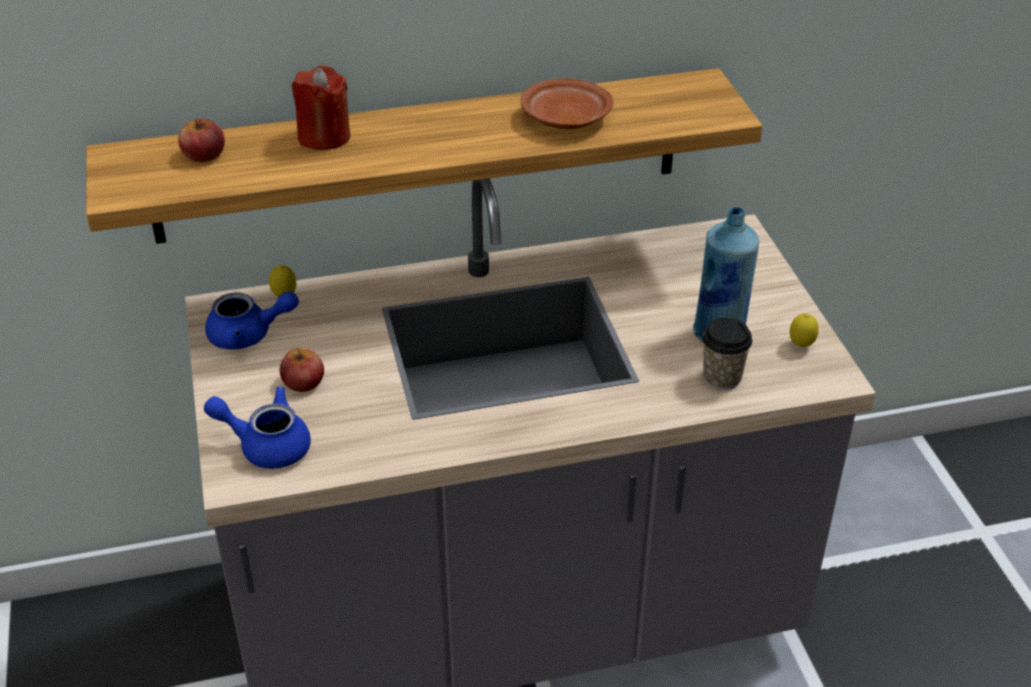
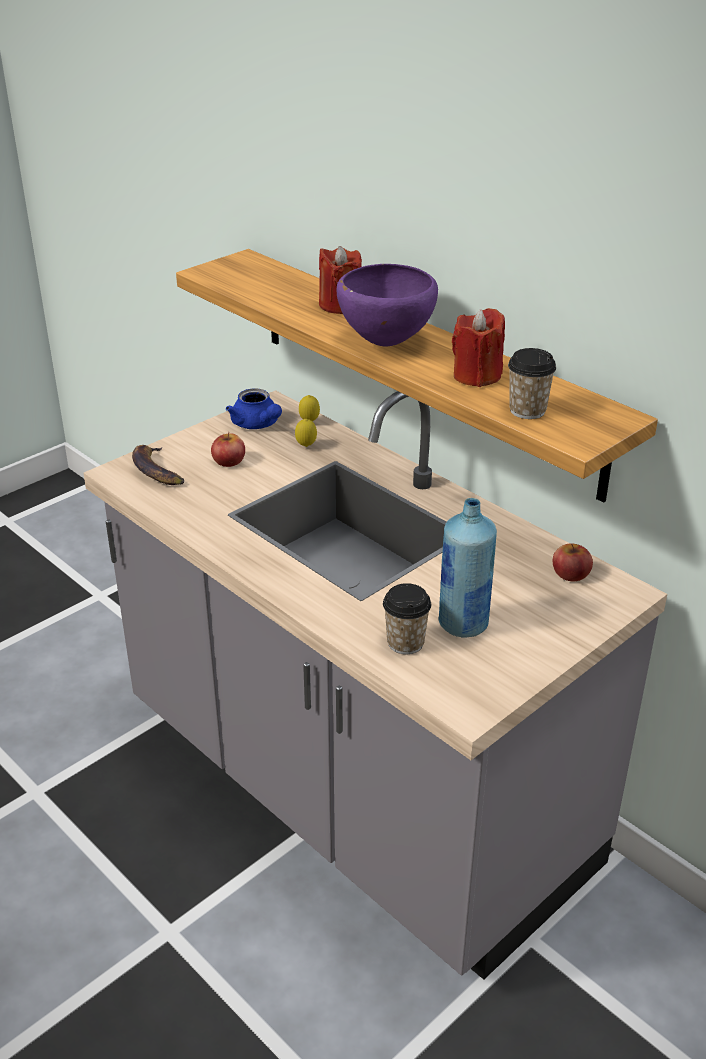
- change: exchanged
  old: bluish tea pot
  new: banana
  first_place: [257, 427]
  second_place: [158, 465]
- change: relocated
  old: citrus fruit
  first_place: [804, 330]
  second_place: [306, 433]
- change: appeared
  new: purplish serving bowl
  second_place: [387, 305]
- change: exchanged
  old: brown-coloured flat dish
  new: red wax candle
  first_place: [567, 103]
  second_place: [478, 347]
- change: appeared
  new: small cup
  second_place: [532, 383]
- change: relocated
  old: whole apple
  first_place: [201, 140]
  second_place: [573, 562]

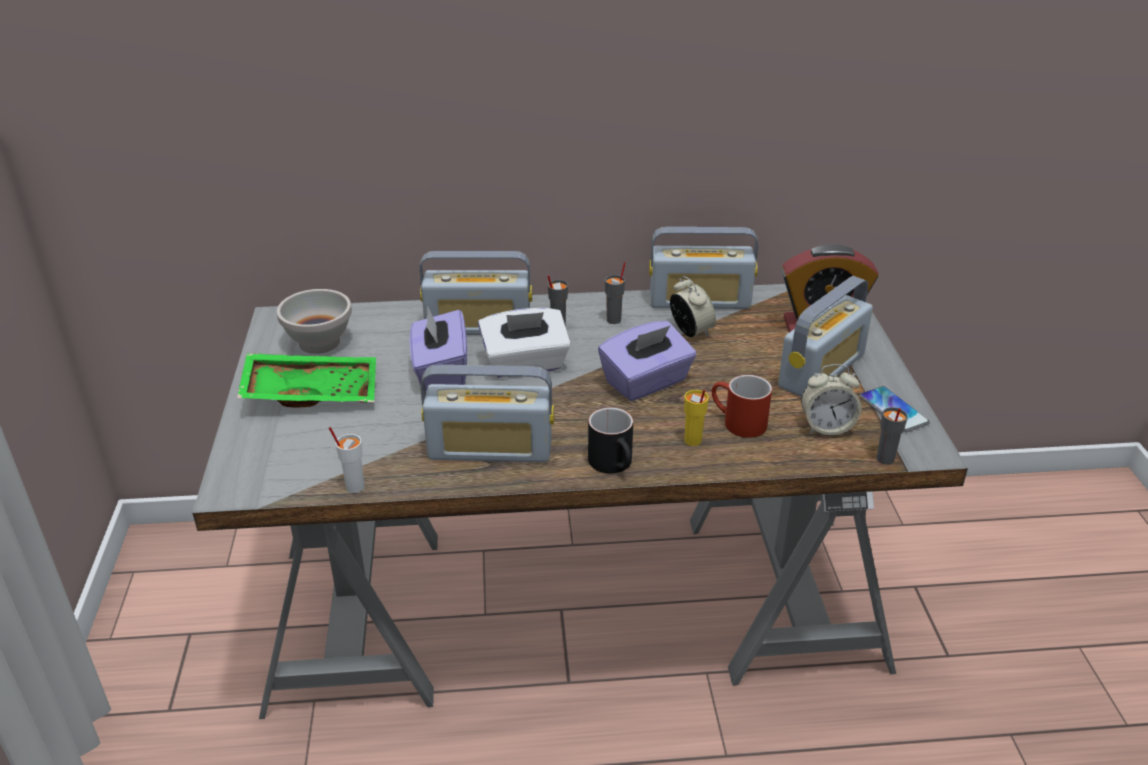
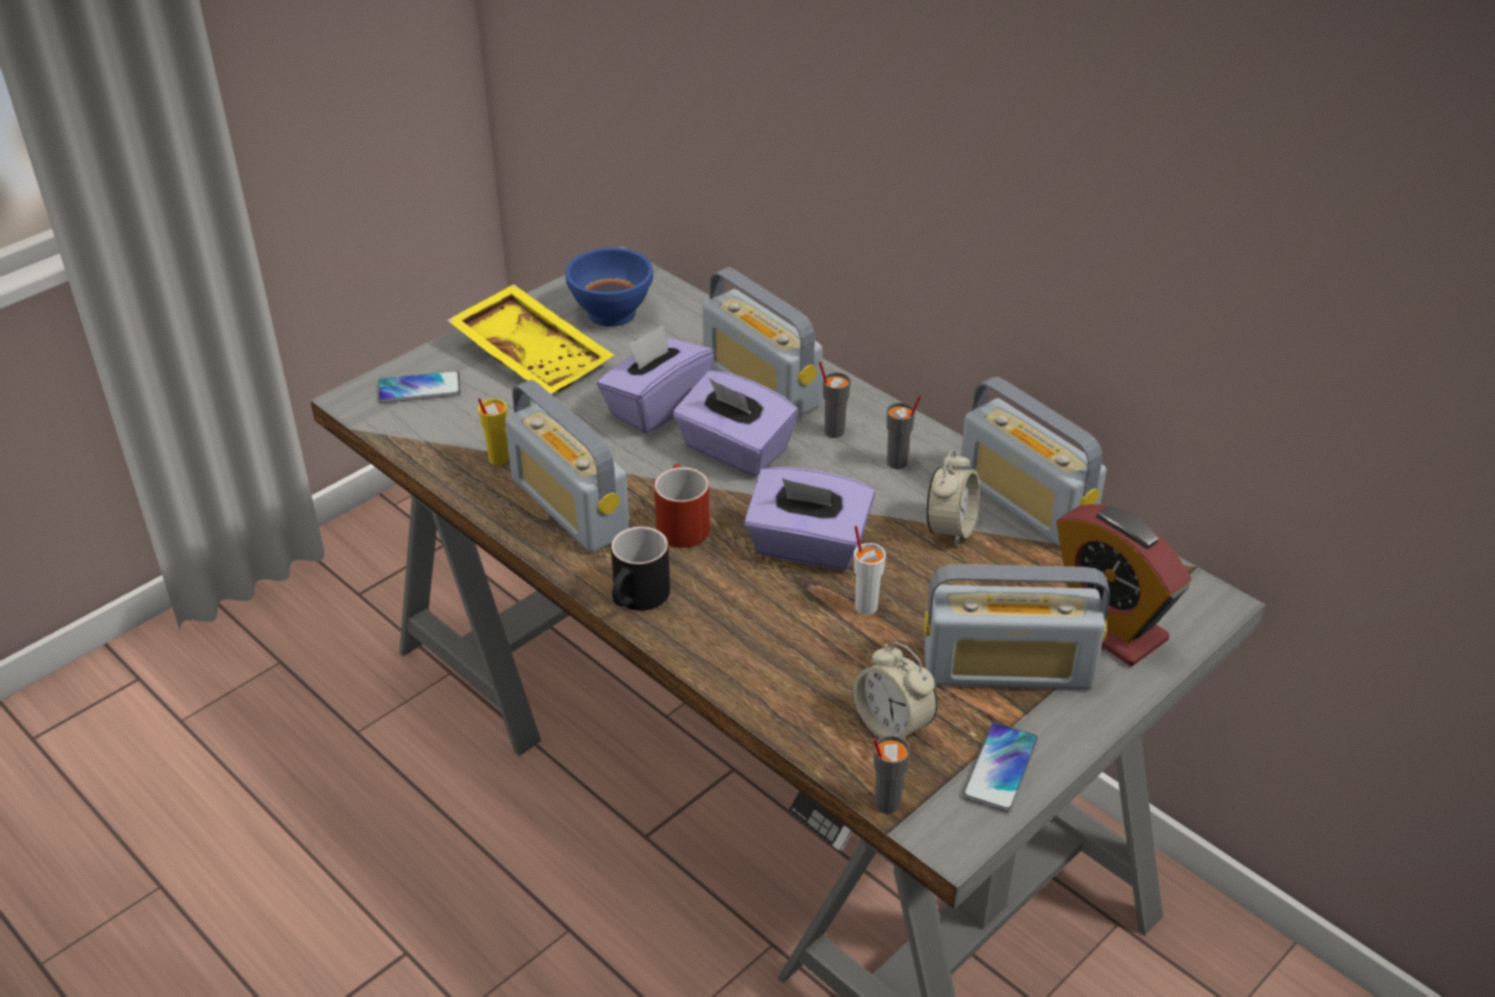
- change: appeared
  new: handset
  second_place: [419, 387]
- change: colour
  old: green-coloured tray
  new: yellow-coloured tray
  first_place: [306, 380]
  second_place: [530, 339]
- change: relocated
  old: yellow-coloured small cup
  first_place: [696, 417]
  second_place: [493, 431]
- change: colour
  old: white-coloured serving bowl
  new: bluish serving bowl
  first_place: [314, 321]
  second_place: [609, 287]
- change: relocated
  old: red coffee mug
  first_place: [742, 406]
  second_place: [682, 506]
- change: colour
  old: white-coloured tissue box
  new: purplish tissue box
  first_place: [524, 343]
  second_place: [735, 423]
- change: relocated
  old: white-coloured small cup
  first_place: [346, 460]
  second_place: [870, 570]

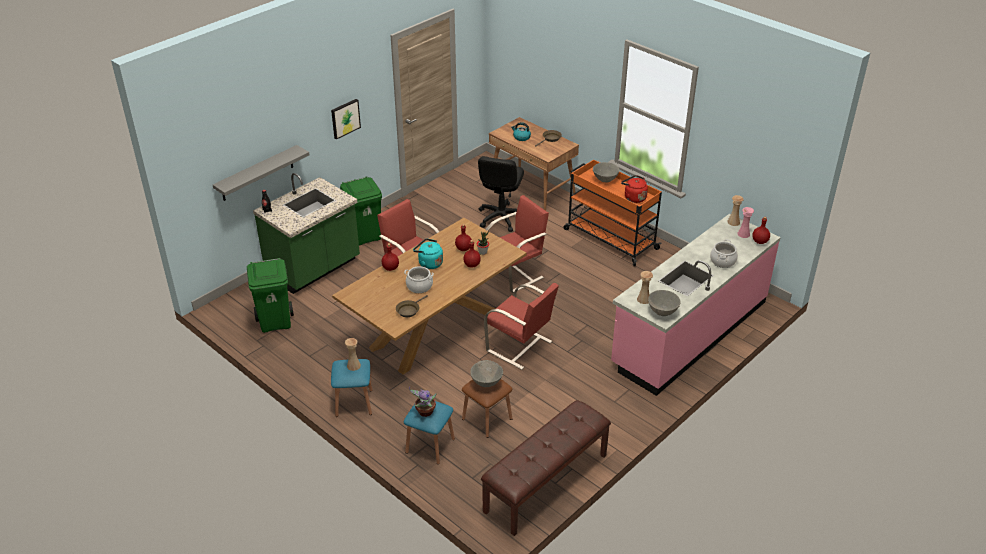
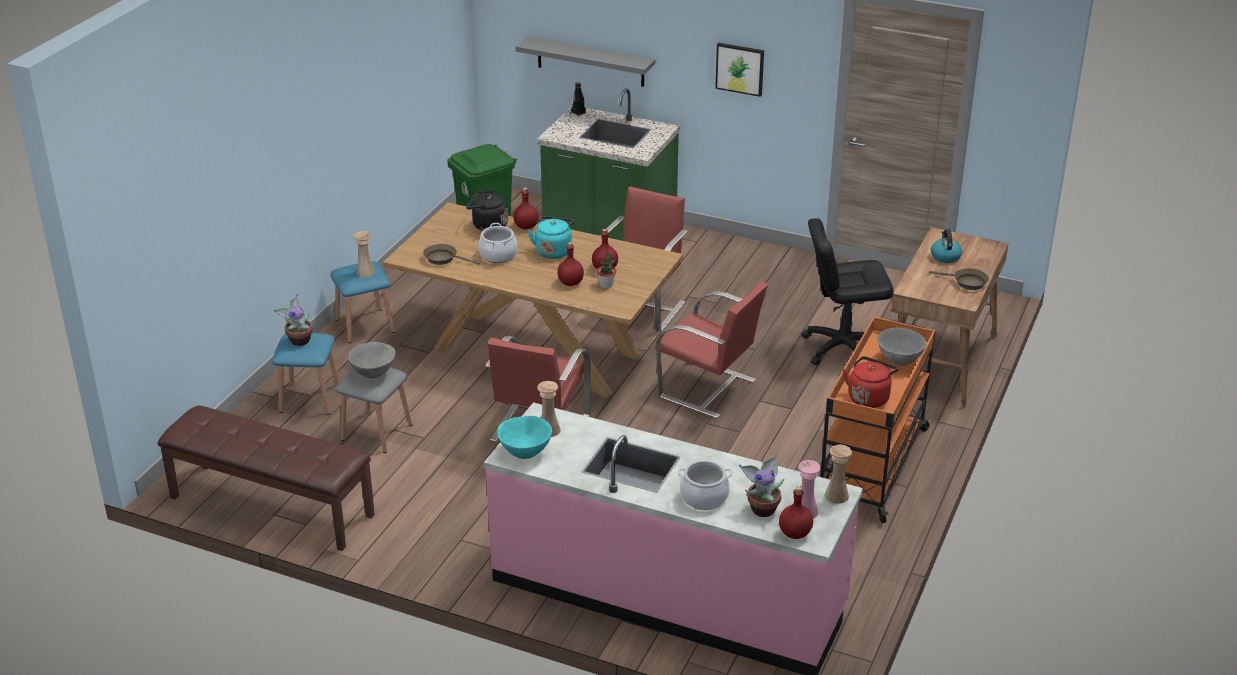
- change: colour
  old: brown-coloured sitting stool
  new: gray sitting stool
  first_place: [487, 408]
  second_place: [374, 410]
- change: appeared
  new: blackish tea kettle
  second_place: [487, 210]
- change: colour
  old: gray serving bowl
  new: blue-green serving bowl
  first_place: [664, 303]
  second_place: [525, 437]
- change: appeared
  new: plant in a pot
  second_place: [761, 485]
- change: missing
  old: green-coloured waste bin
  first_place: [361, 211]

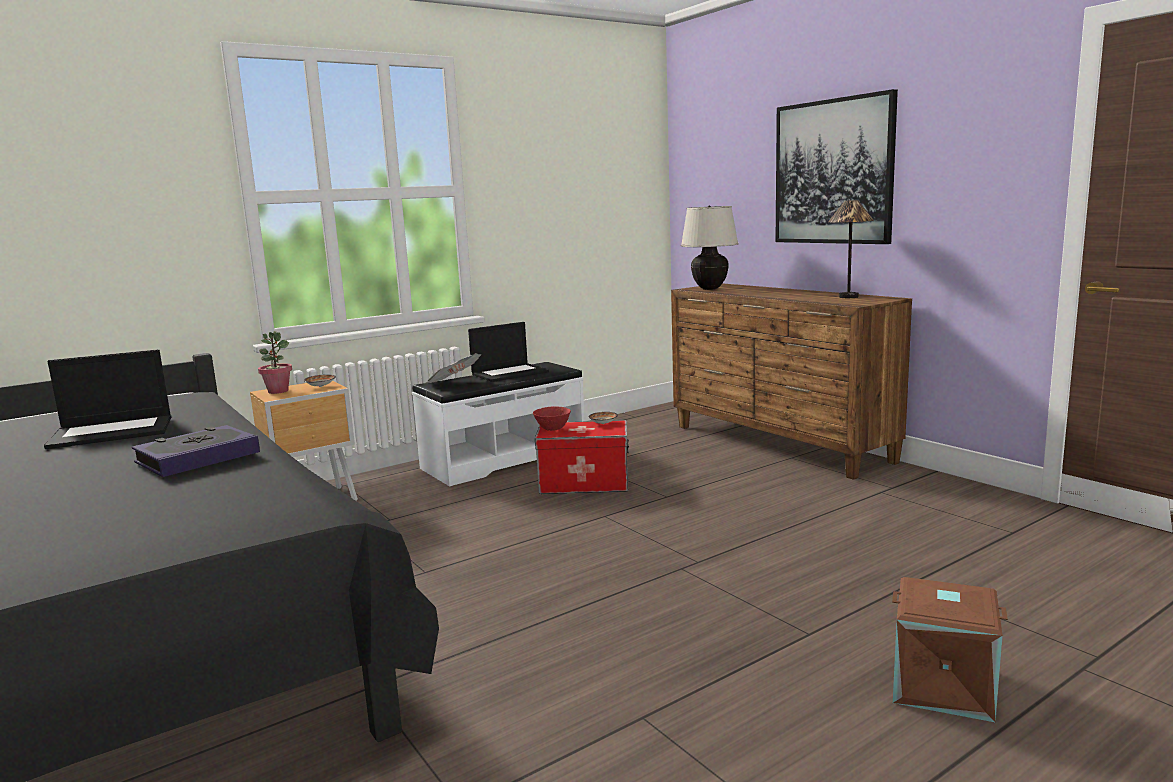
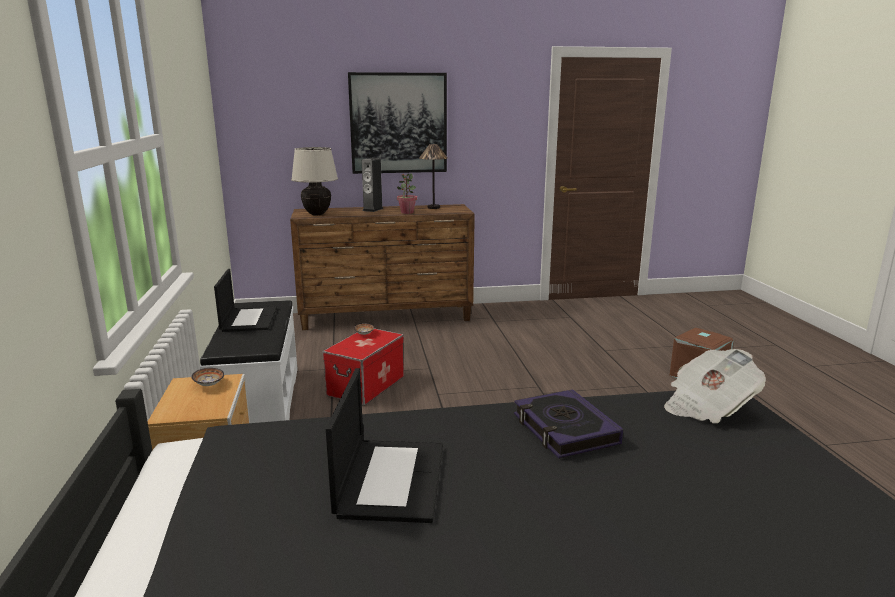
- change: appeared
  new: speaker
  second_place: [373, 185]
- change: relocated
  old: plant in a pot
  first_place: [275, 362]
  second_place: [407, 194]
- change: relocated
  old: daily paper
  first_place: [453, 368]
  second_place: [715, 386]
- change: missing
  old: red serving bowl
  first_place: [552, 418]

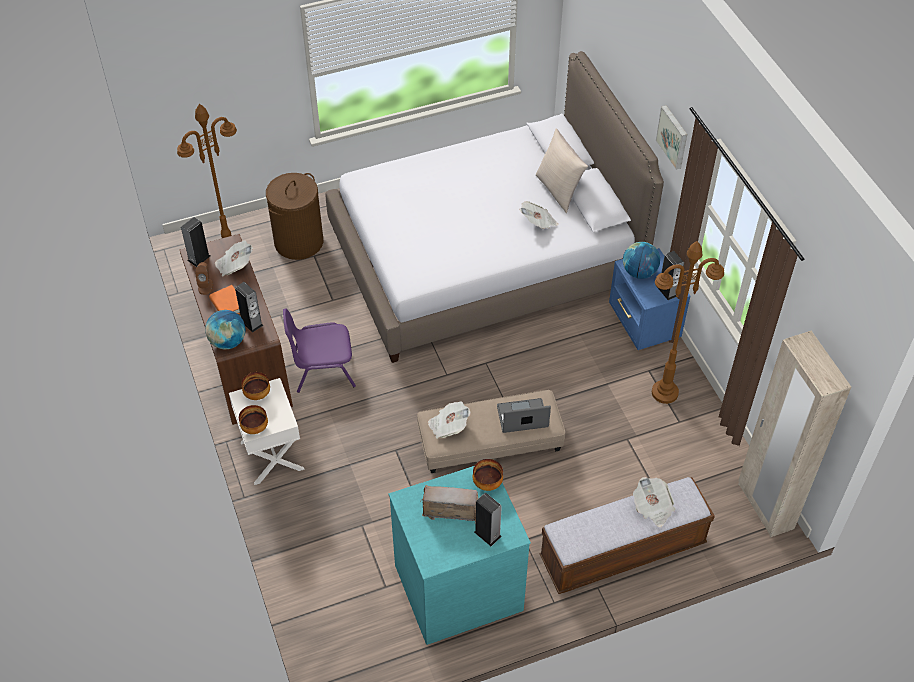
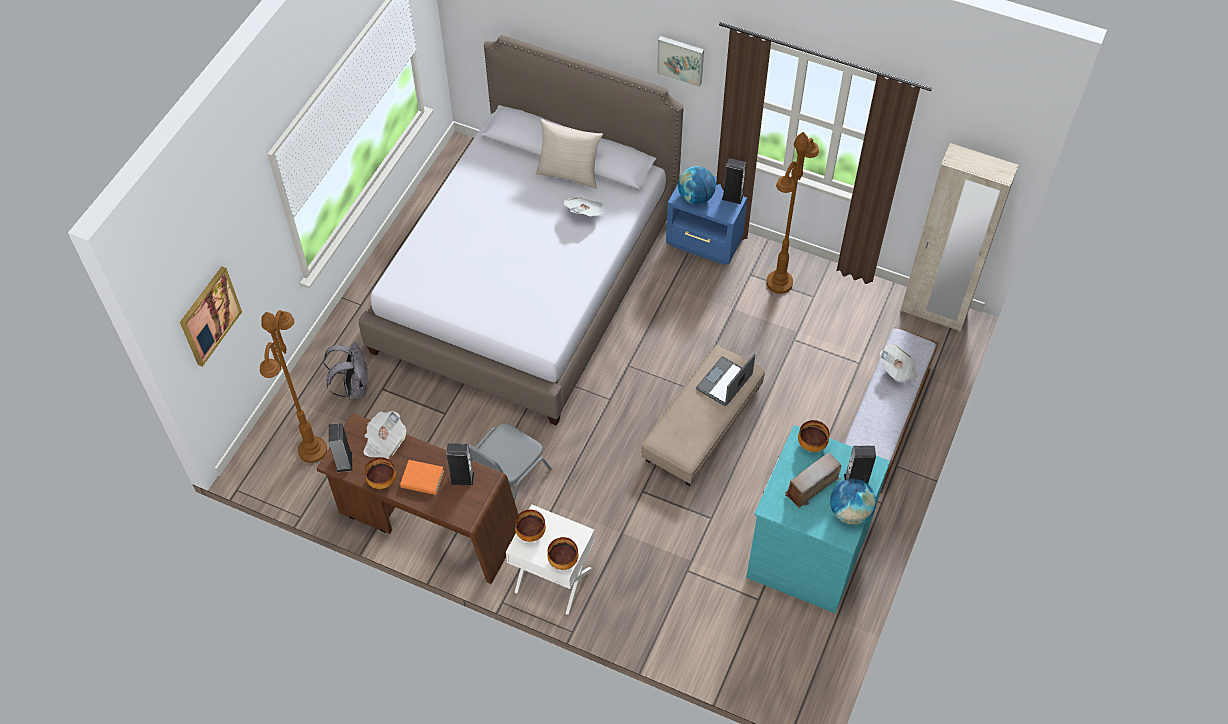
- change: appeared
  new: picture
  second_place: [211, 316]
- change: exchanged
  old: brown-coloured washing basket
  new: gray knapsack
  first_place: [294, 216]
  second_place: [345, 371]
- change: exchanged
  old: brown-coloured speaker
  new: serving bowl
  first_place: [204, 278]
  second_place: [380, 473]
- change: colour
  old: purplish upright chair
  new: gray upright chair
  first_place: [319, 350]
  second_place: [510, 462]
- change: relocated
  old: globe
  first_place: [225, 329]
  second_place: [853, 502]
- change: missing
  old: daily paper
  first_place: [449, 420]

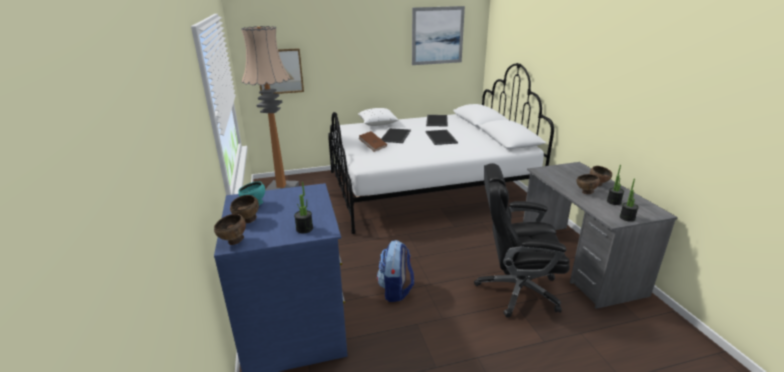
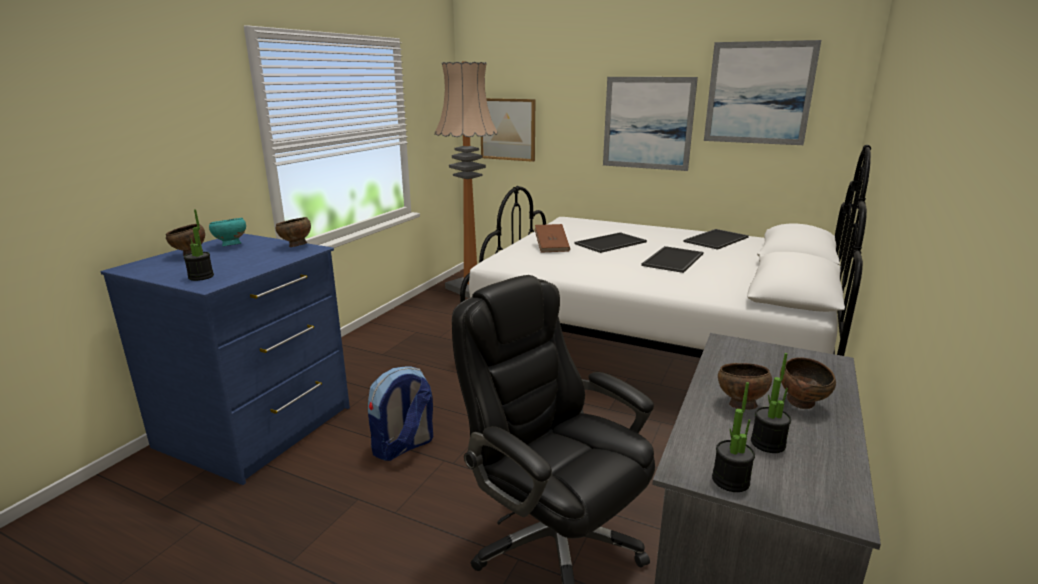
- change: relocated
  old: brown-coloured serving bowl
  first_place: [230, 229]
  second_place: [293, 232]
- change: appeared
  new: picture
  second_place: [650, 124]
- change: missing
  old: white-coloured pillow
  first_place: [378, 117]

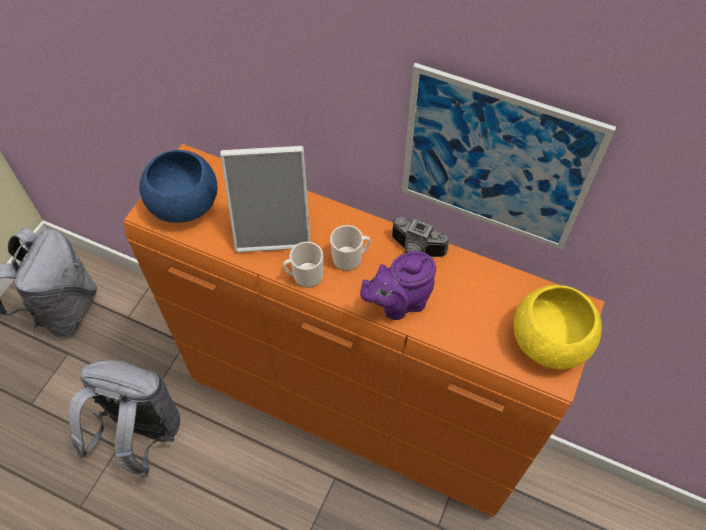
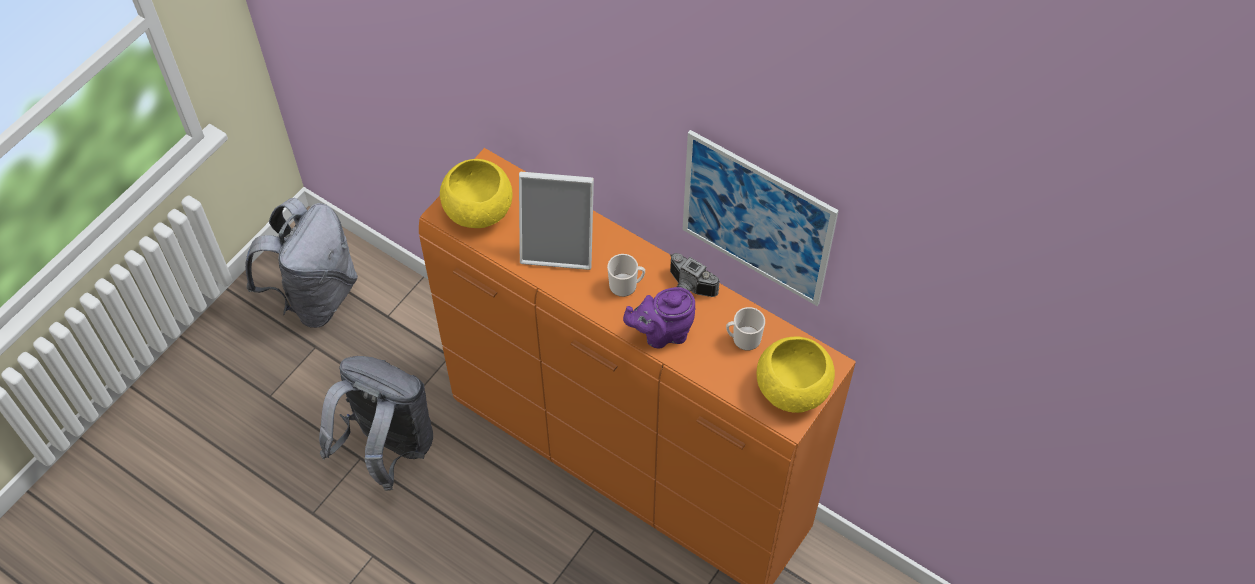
- change: colour
  old: bluish serving bowl
  new: yellow-coloured serving bowl
  first_place: [178, 186]
  second_place: [476, 193]
- change: relocated
  old: coffee mug
  first_place: [303, 265]
  second_place: [745, 329]

